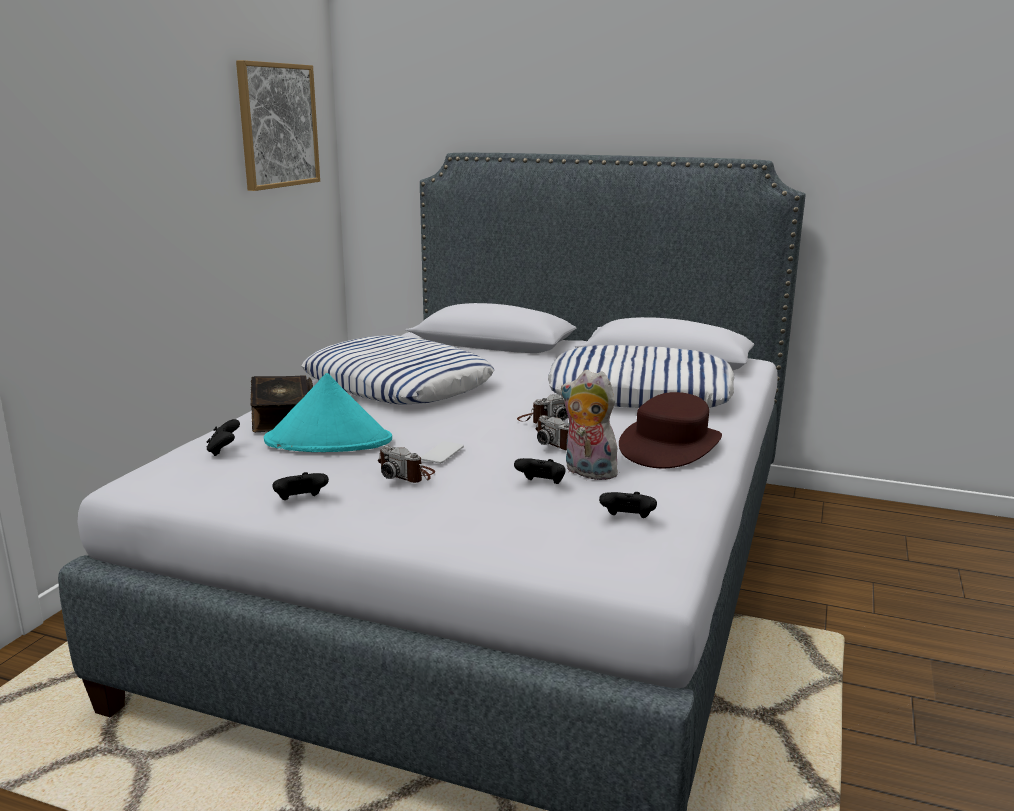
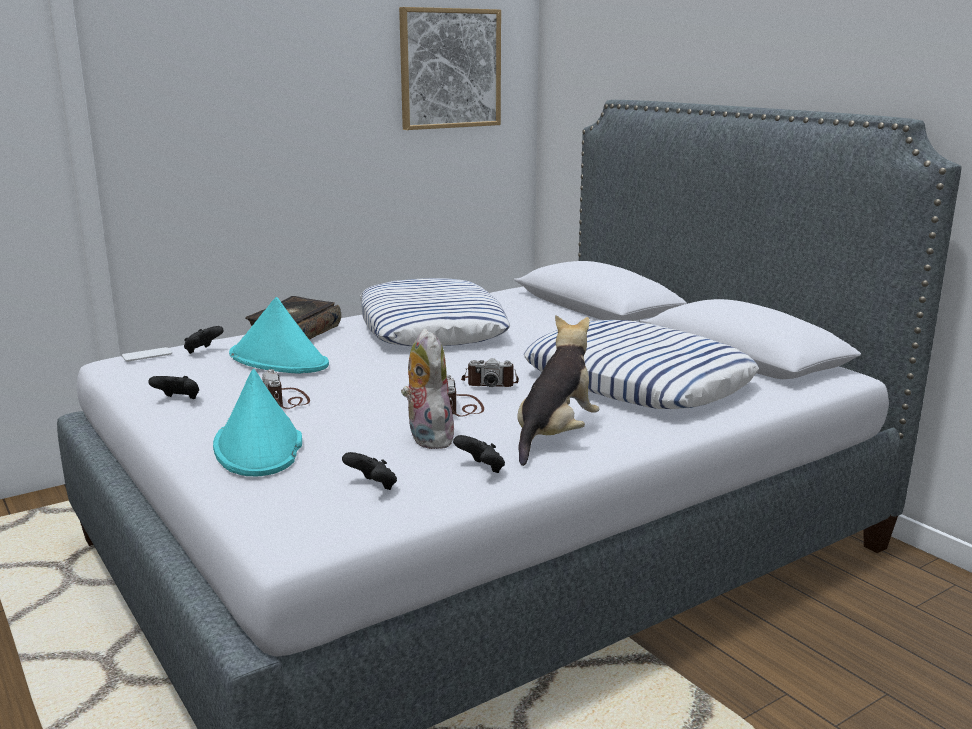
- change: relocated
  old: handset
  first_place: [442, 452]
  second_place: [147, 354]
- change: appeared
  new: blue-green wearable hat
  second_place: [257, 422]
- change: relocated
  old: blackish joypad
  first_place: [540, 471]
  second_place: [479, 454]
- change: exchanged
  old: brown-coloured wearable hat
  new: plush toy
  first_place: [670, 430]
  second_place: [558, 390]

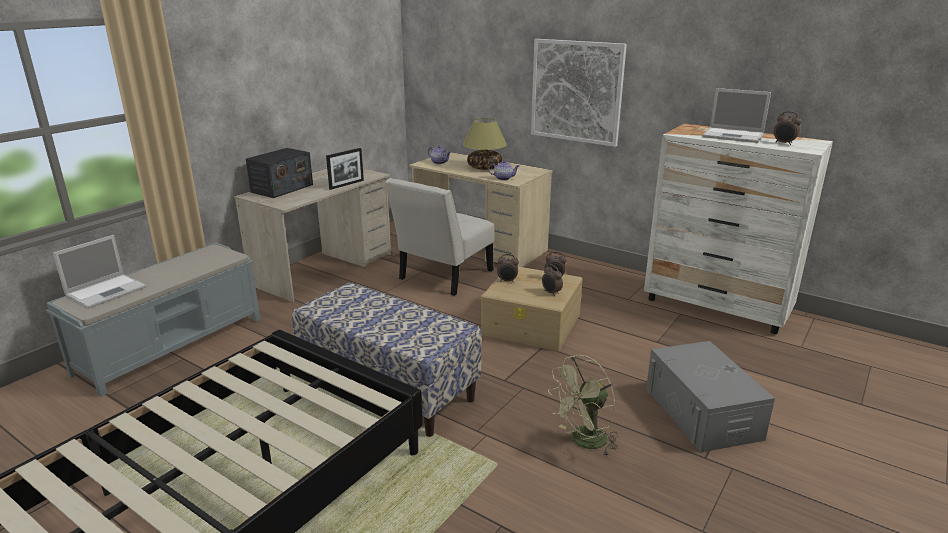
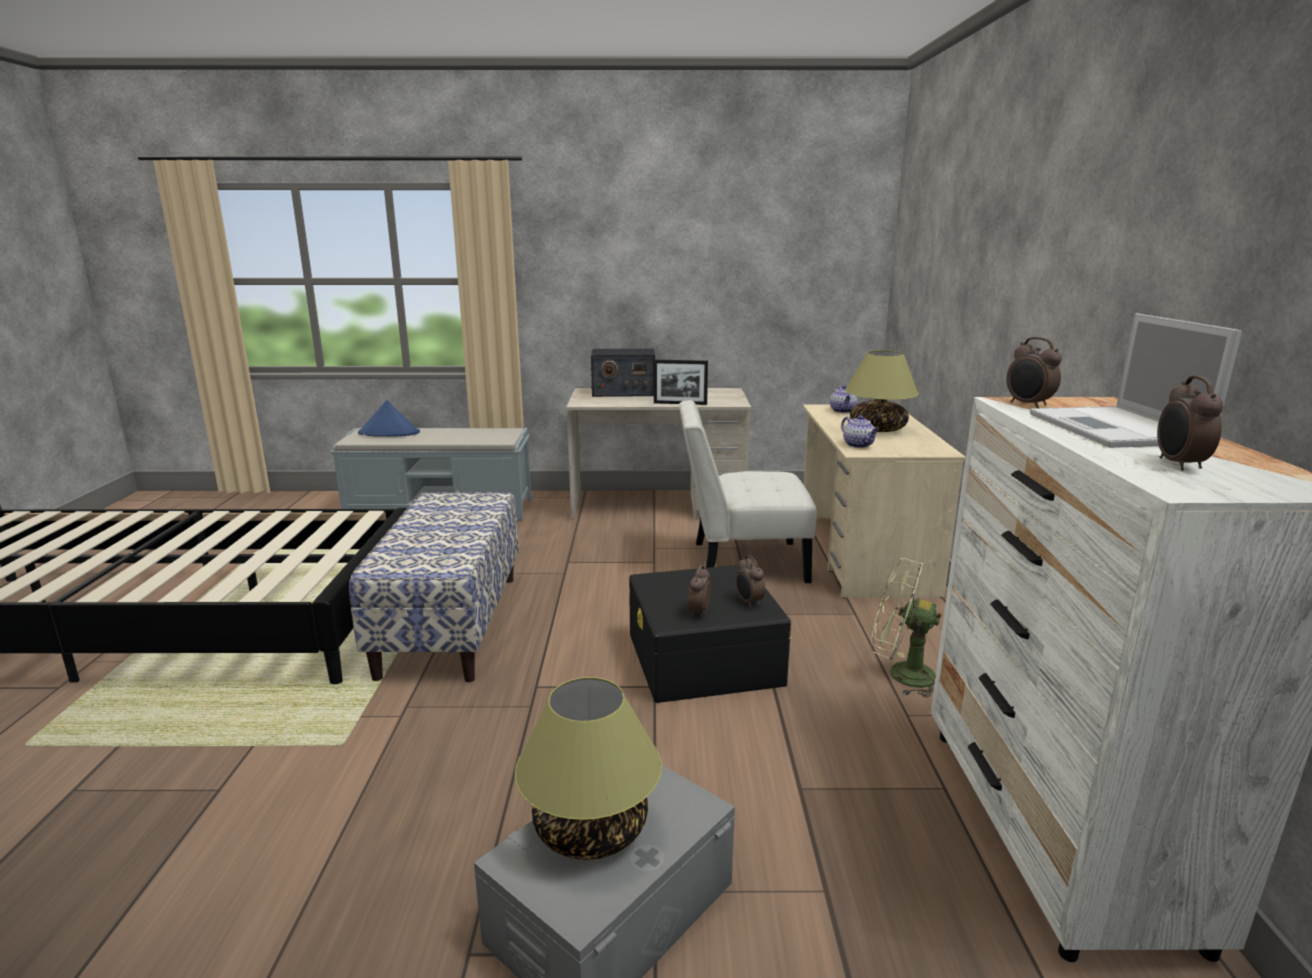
- change: exchanged
  old: notebook computer
  new: bluish wearable hat
  first_place: [100, 272]
  second_place: [389, 418]
- change: appeared
  new: tabletop lamp
  second_place: [588, 768]
- change: colour
  old: beige-coloured storage box
  new: blackish storage box
  first_place: [532, 309]
  second_place: [710, 634]
- change: relocated
  old: green-coloured cooling fan
  first_place: [583, 406]
  second_place: [906, 628]
- change: relocated
  old: table clock
  first_place: [508, 268]
  second_place: [1034, 372]
- change: missing
  old: picture
  first_place: [579, 93]

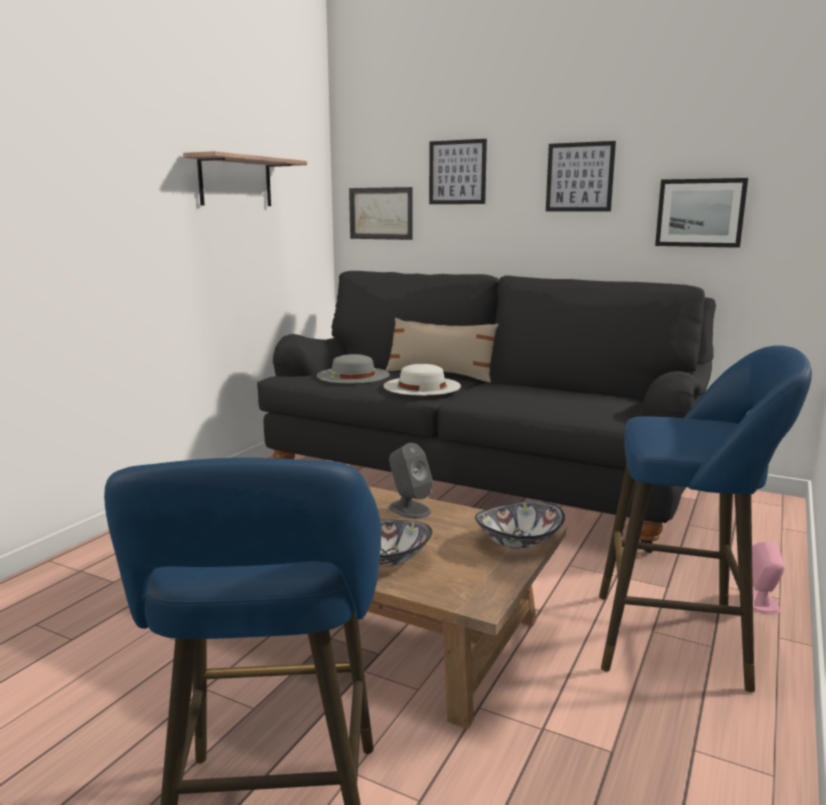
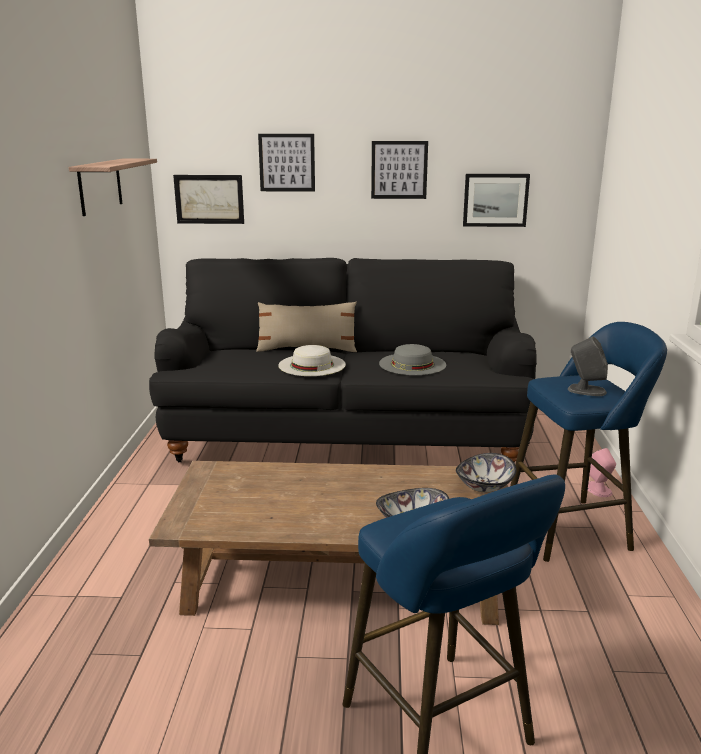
- change: relocated
  old: gray wearable hat
  first_place: [353, 368]
  second_place: [412, 359]
- change: relocated
  old: gray speaker
  first_place: [411, 481]
  second_place: [588, 366]

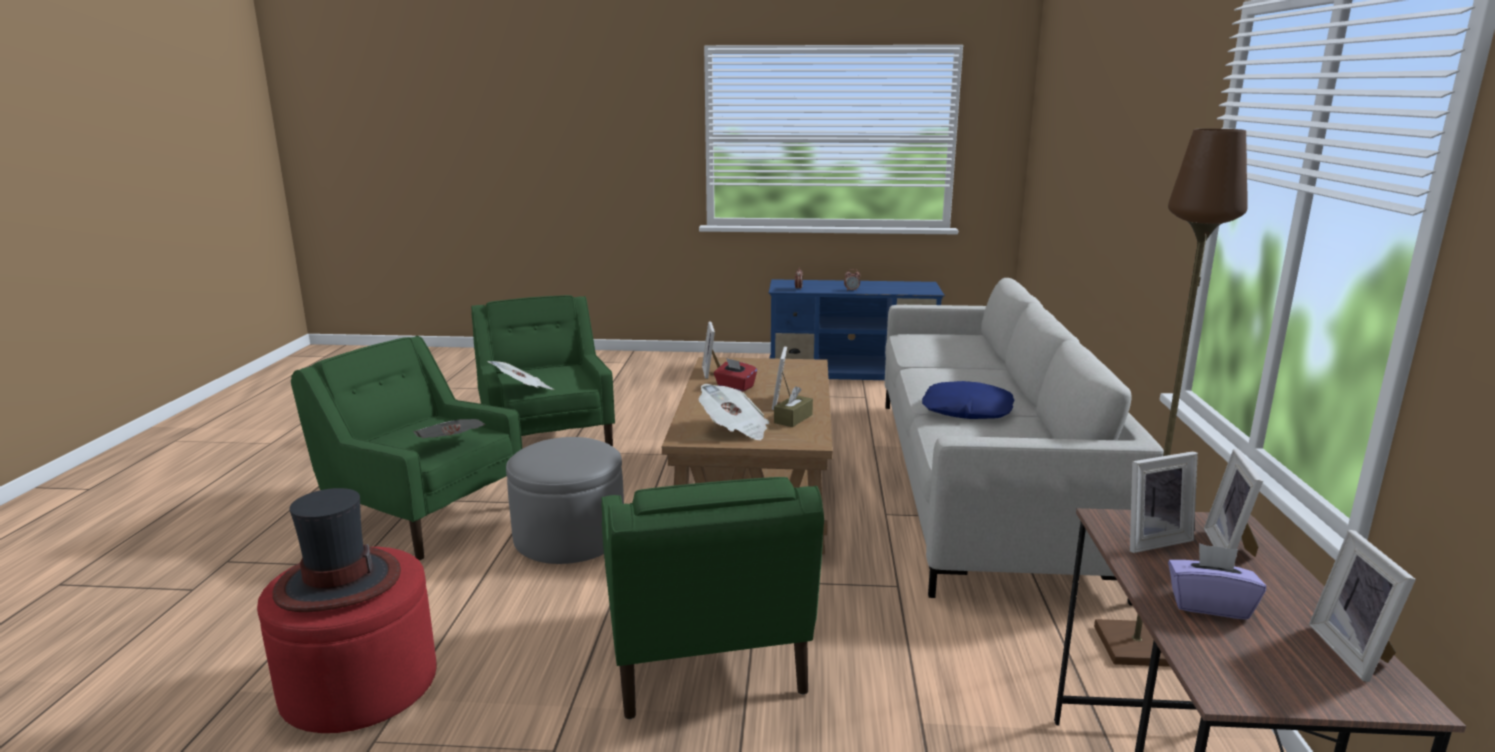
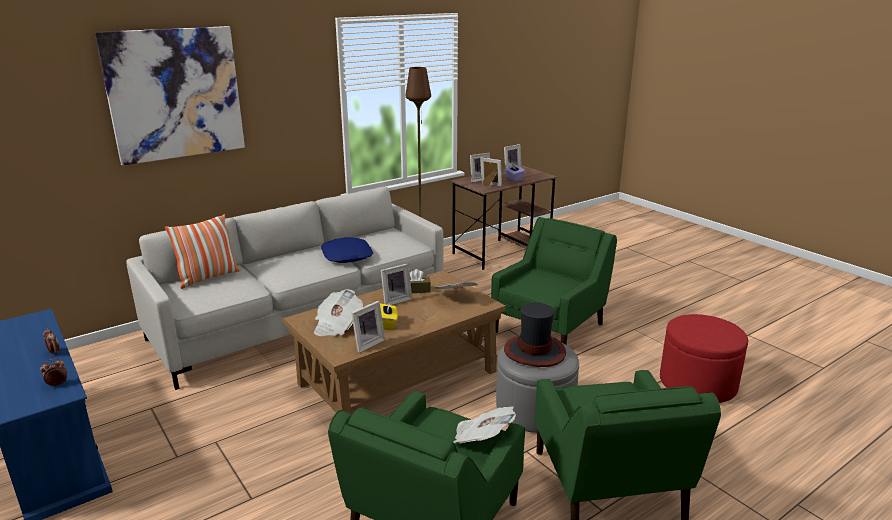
- change: appeared
  new: picture
  second_place: [169, 96]
- change: appeared
  new: pillow
  second_place: [202, 251]
- change: relocated
  old: daily paper
  first_place: [448, 428]
  second_place: [338, 312]
- change: colour
  old: red tissue box
  new: yellow-coloured tissue box
  first_place: [735, 375]
  second_place: [389, 316]
- change: relocated
  old: wearable hat
  first_place: [336, 550]
  second_place: [535, 335]

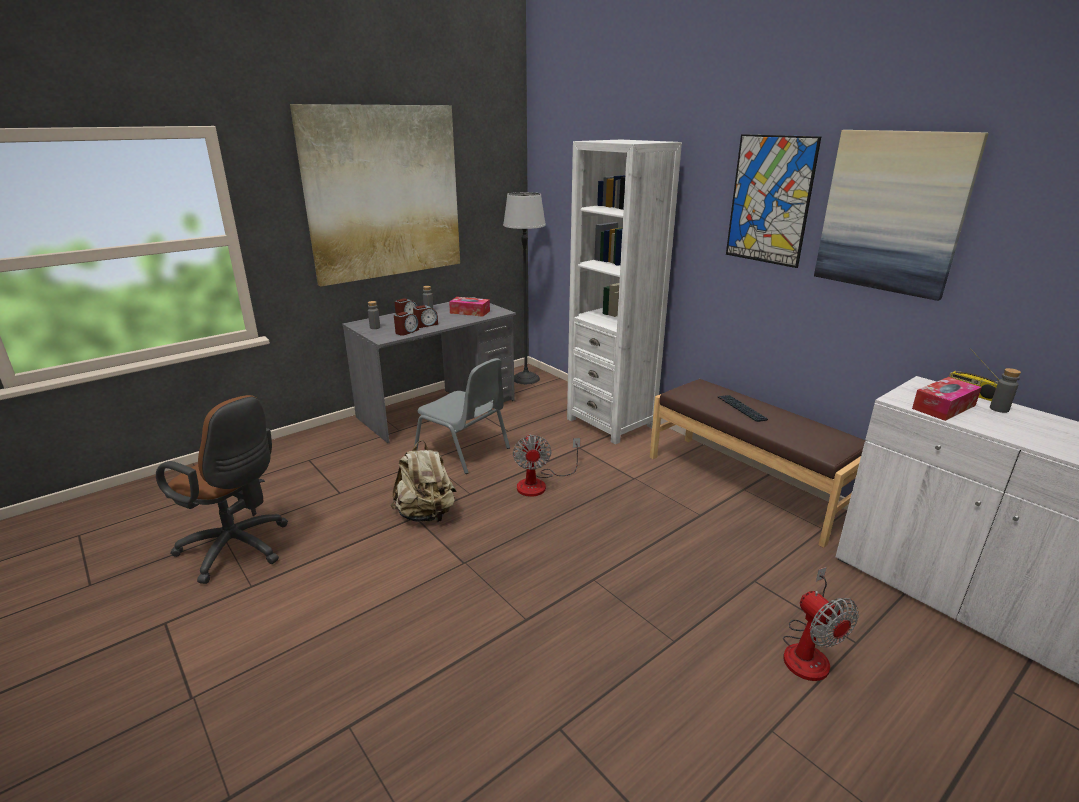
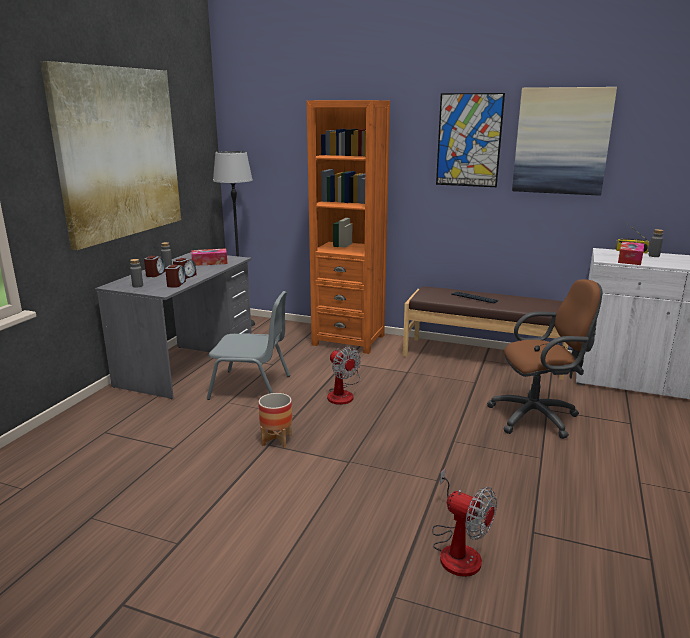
- change: exchanged
  old: beige-coloured knapsack
  new: flower pot
  first_place: [423, 481]
  second_place: [275, 420]
- change: colour
  old: white-coloured bookcase
  new: orange-coloured bookcase
  first_place: [624, 292]
  second_place: [348, 227]
- change: relocated
  old: cooling fan
  first_place: [821, 624]
  second_place: [464, 523]
- change: relocated
  old: brown-coloured computer chair
  first_place: [222, 489]
  second_place: [544, 359]

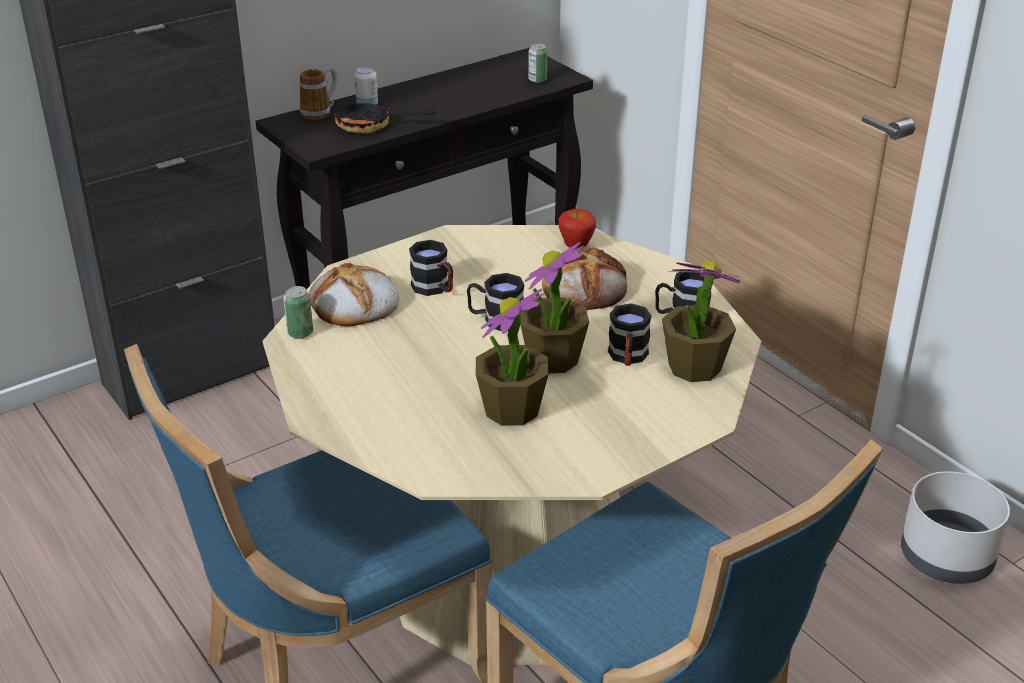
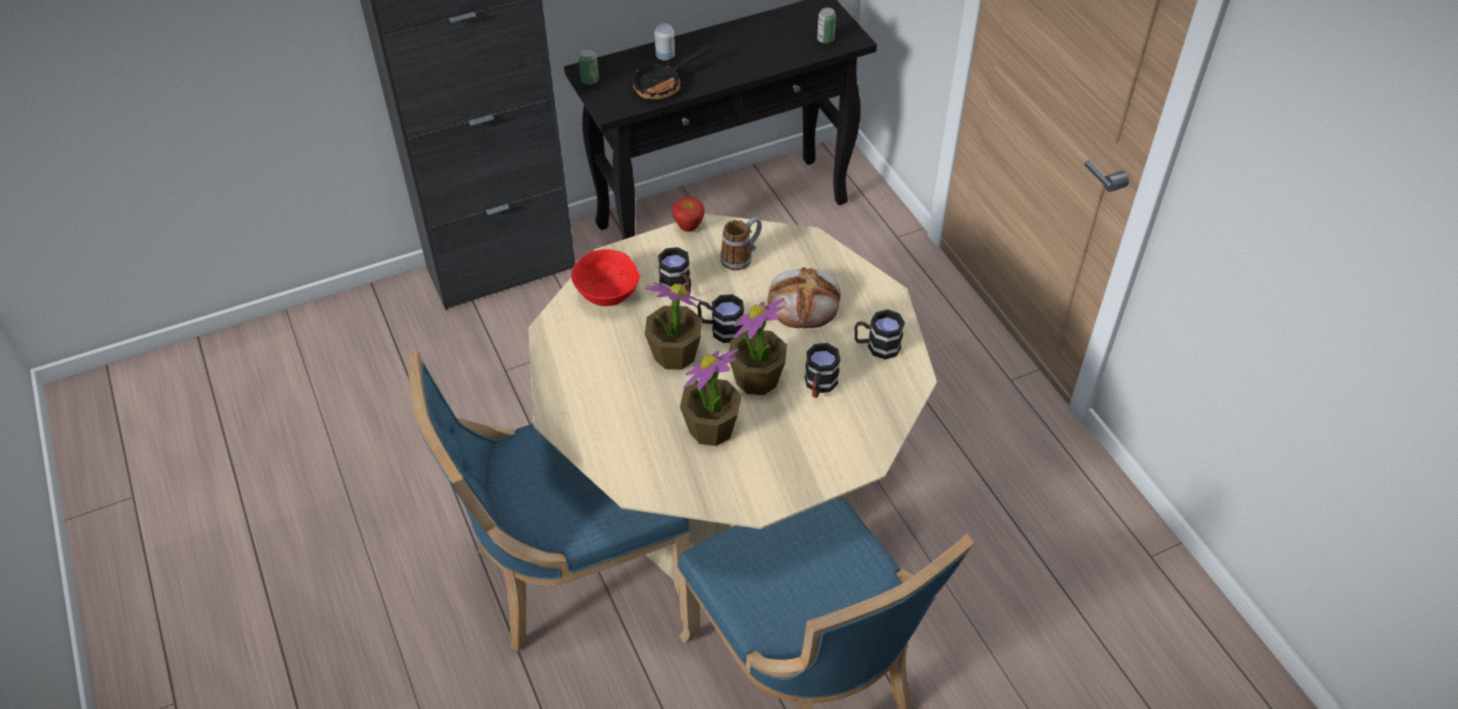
- change: exchanged
  old: bakery bread
  new: red serving bowl
  first_place: [354, 294]
  second_place: [605, 277]
- change: relocated
  old: sealed can
  first_place: [298, 312]
  second_place: [589, 66]
- change: spun
  old: pan
  first_place: [385, 117]
  second_place: [672, 72]
  degrees: -60
- change: relocated
  old: plant in a pot
  first_place: [701, 321]
  second_place: [674, 326]
- change: relocated
  old: whole apple
  first_place: [577, 229]
  second_place: [688, 214]
- change: relocated
  old: coffee mug
  first_place: [318, 93]
  second_place: [741, 243]
- change: missing
  old: gray flower pot
  first_place: [955, 527]

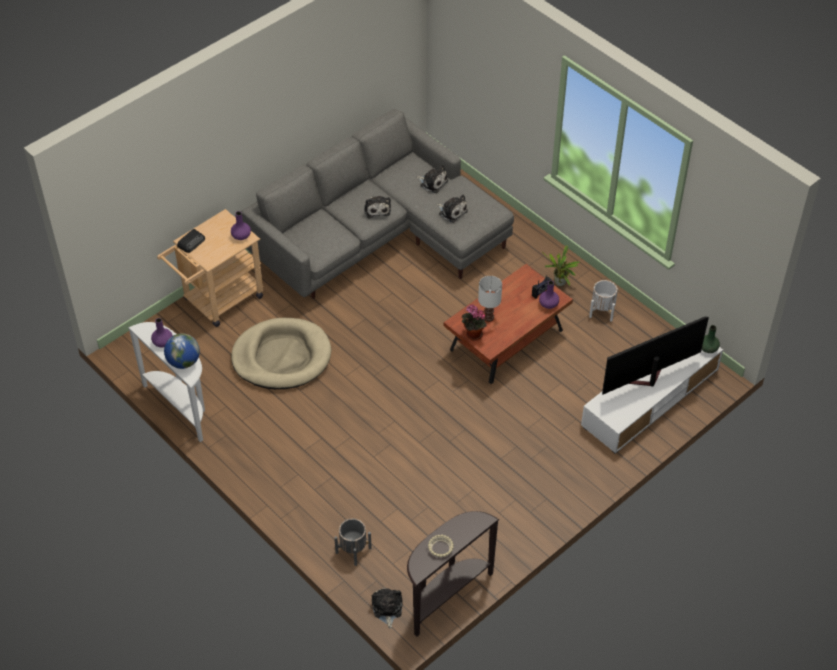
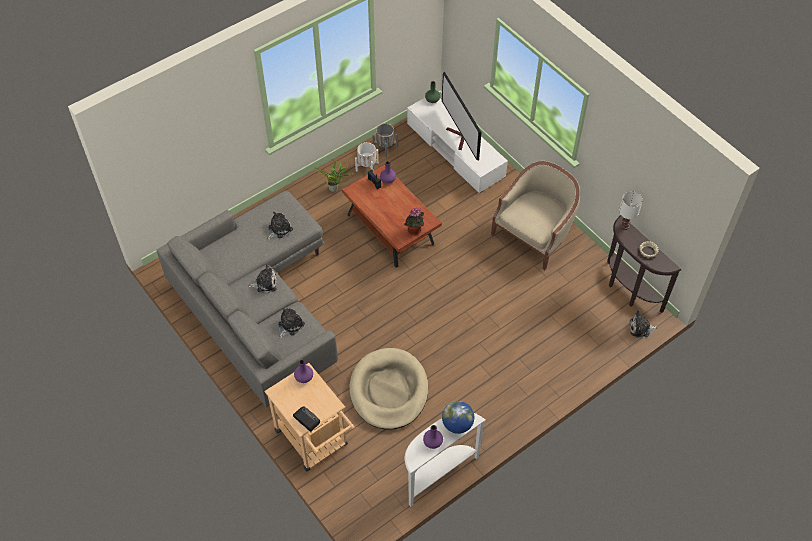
- change: relocated
  old: plush toy
  first_place: [432, 179]
  second_place: [291, 323]
- change: relocated
  old: gray flower pot
  first_place: [353, 542]
  second_place: [385, 140]
- change: appeared
  new: beige-coloured lounge chair
  second_place: [535, 215]
- change: relocated
  old: white-coloured tabletop lamp
  first_place: [490, 299]
  second_place: [631, 210]

